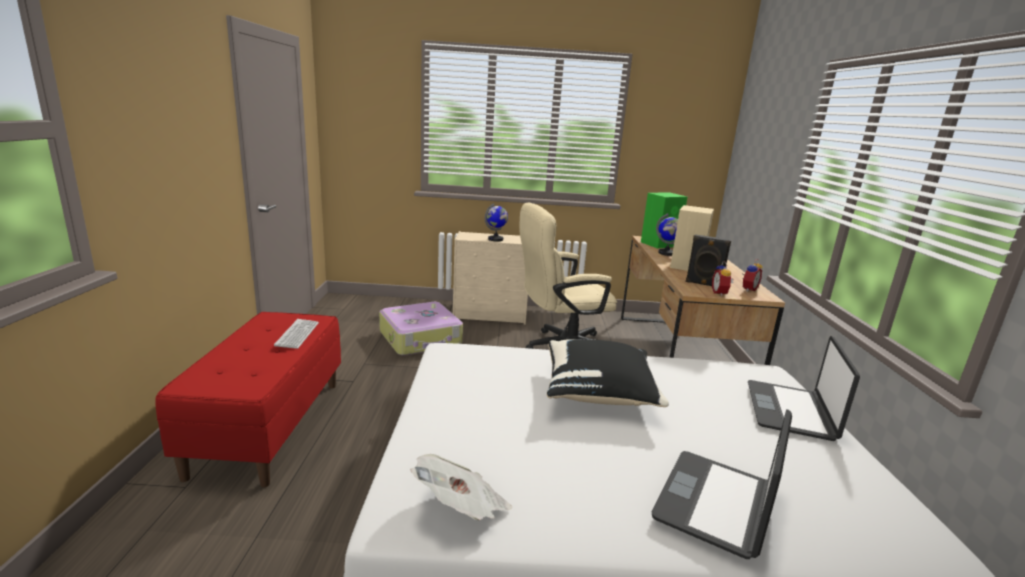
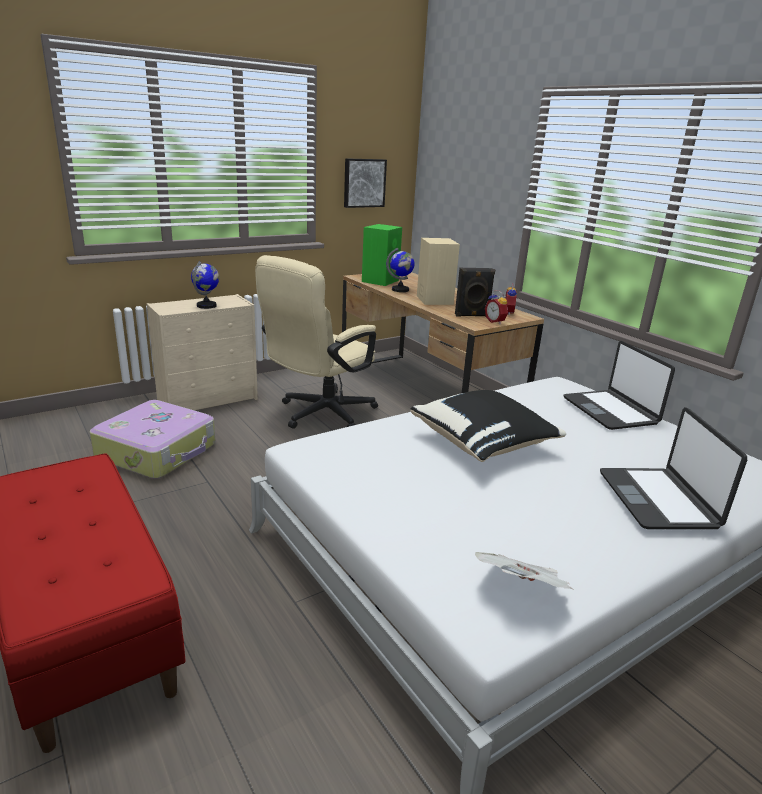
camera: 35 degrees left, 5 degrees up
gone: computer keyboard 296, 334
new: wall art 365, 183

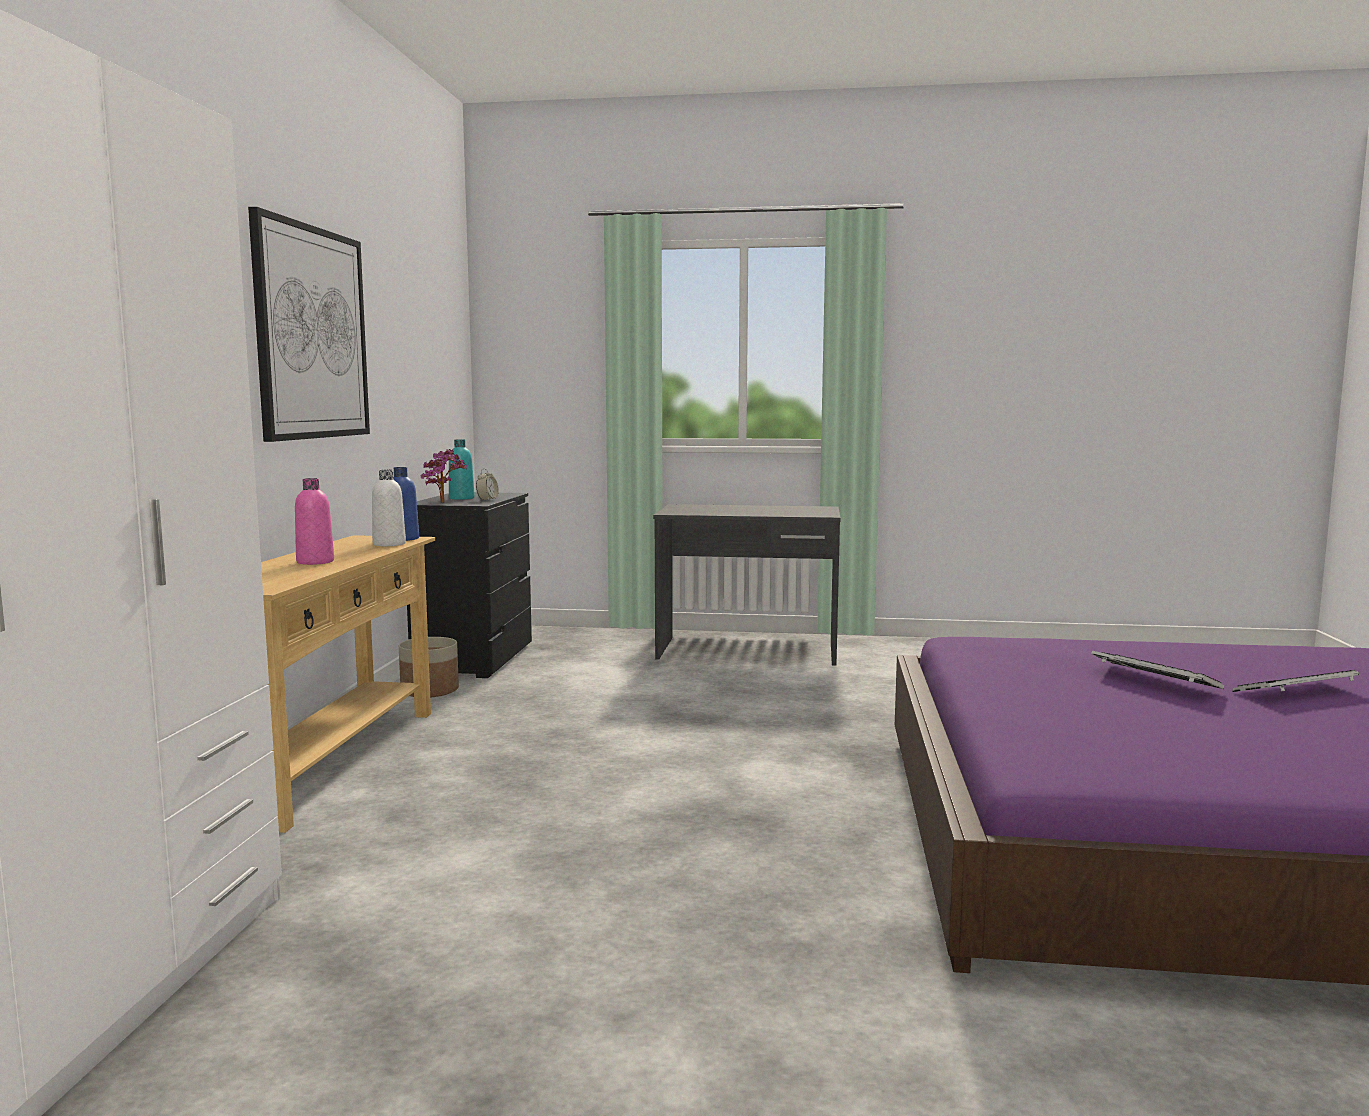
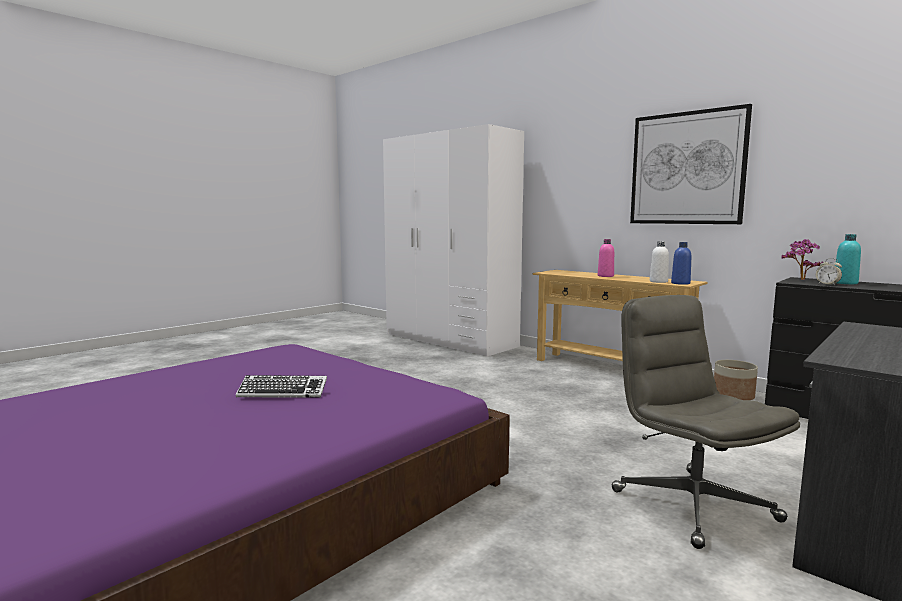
camera: 125 degrees right, 0 degrees up
gone: computer keyboard 1295, 681
new: gray computer chair 705, 422

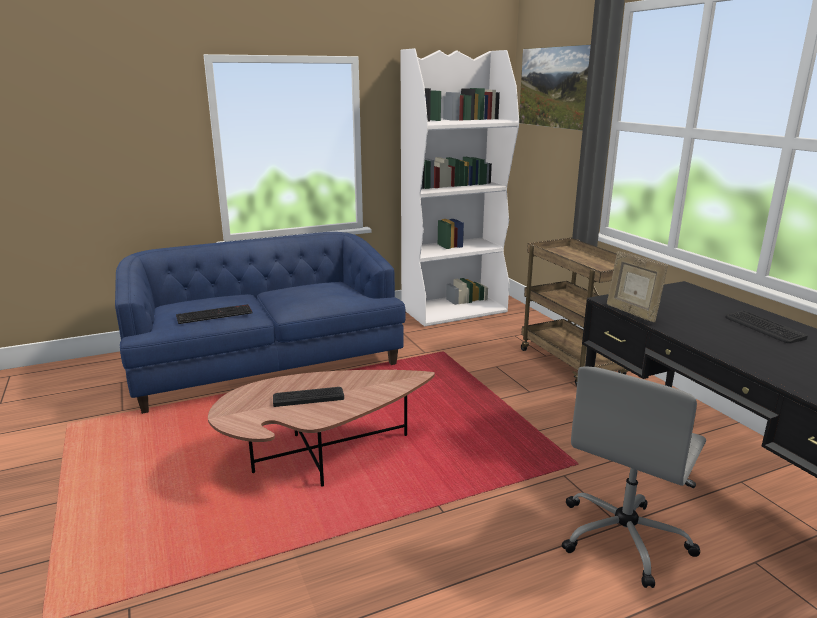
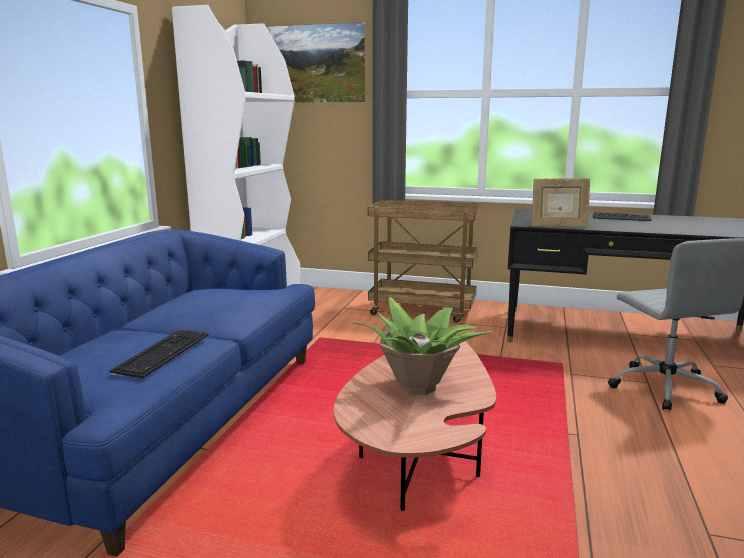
camera: 50 degrees left, 5 degrees down
swapped: computer keyboard 308, 397 to houseplant 422, 346

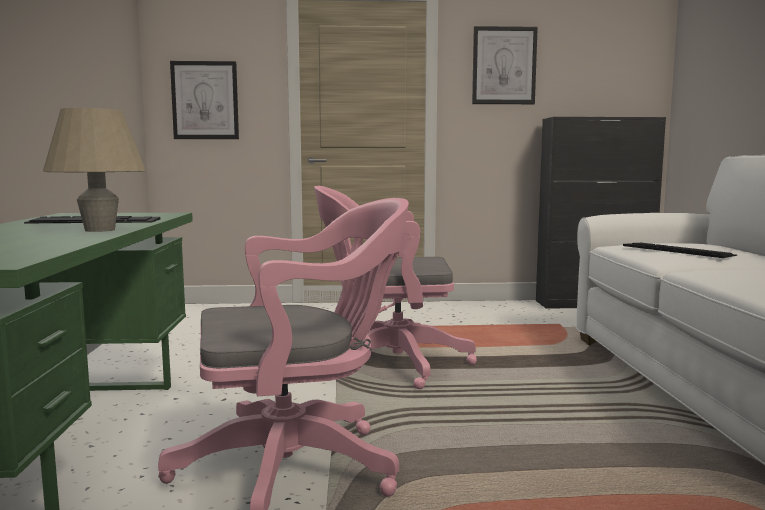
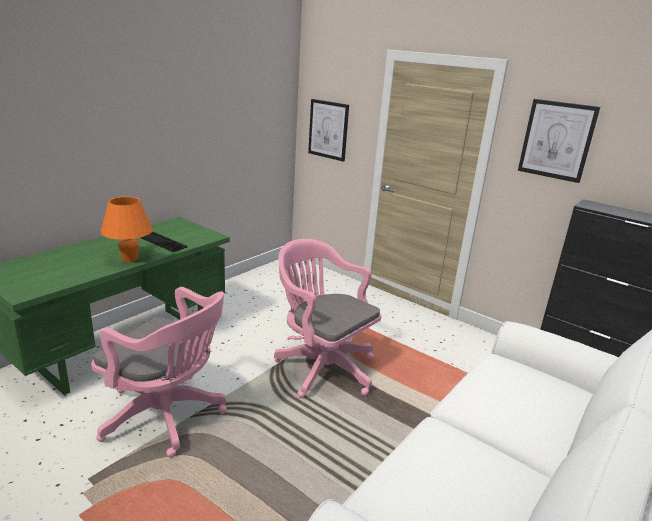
camera: 40 degrees right, 15 degrees up
gone: computer keyboard 680, 250
repainted: beige table lamp 94, 170 to orangey table lamp 127, 229

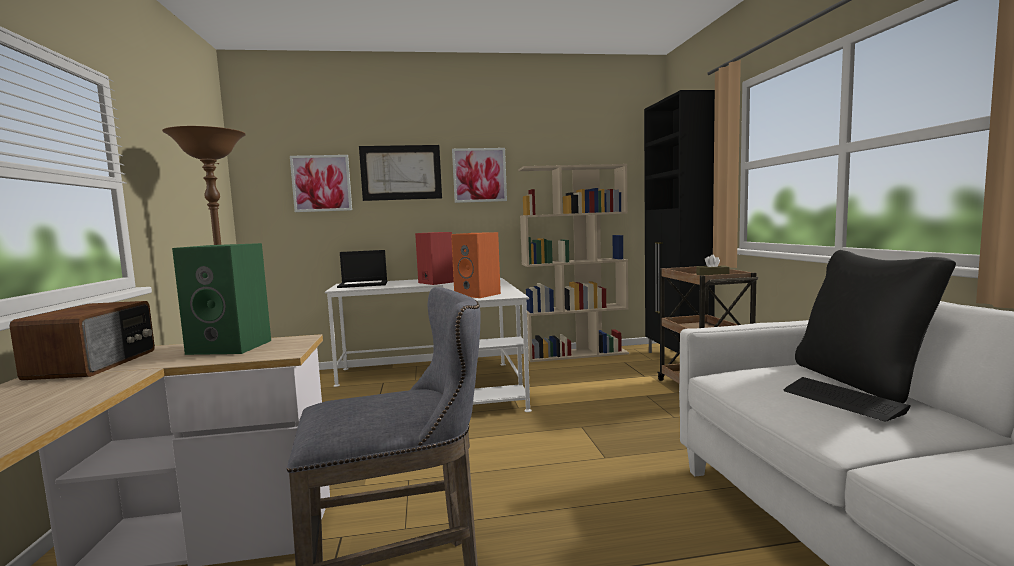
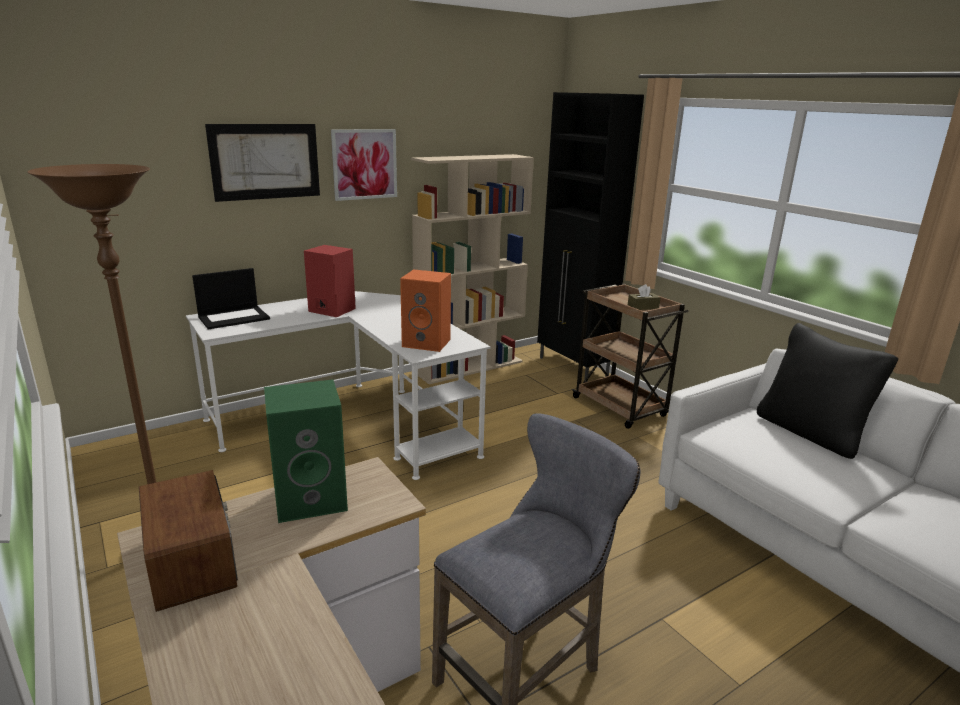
camera: 25 degrees left, 15 degrees up
gone: wall art 321, 183; computer keyboard 847, 399

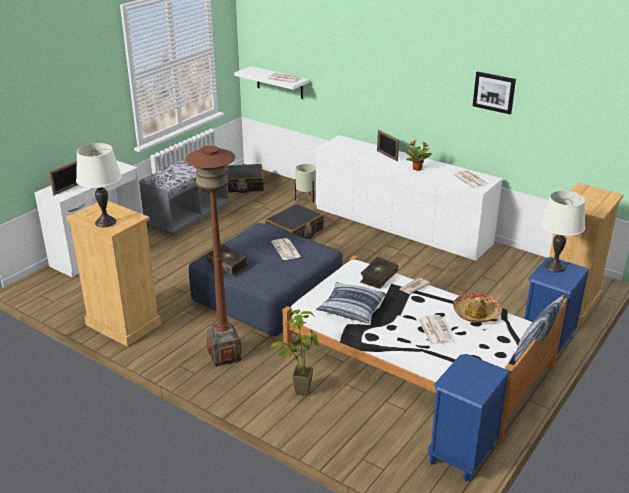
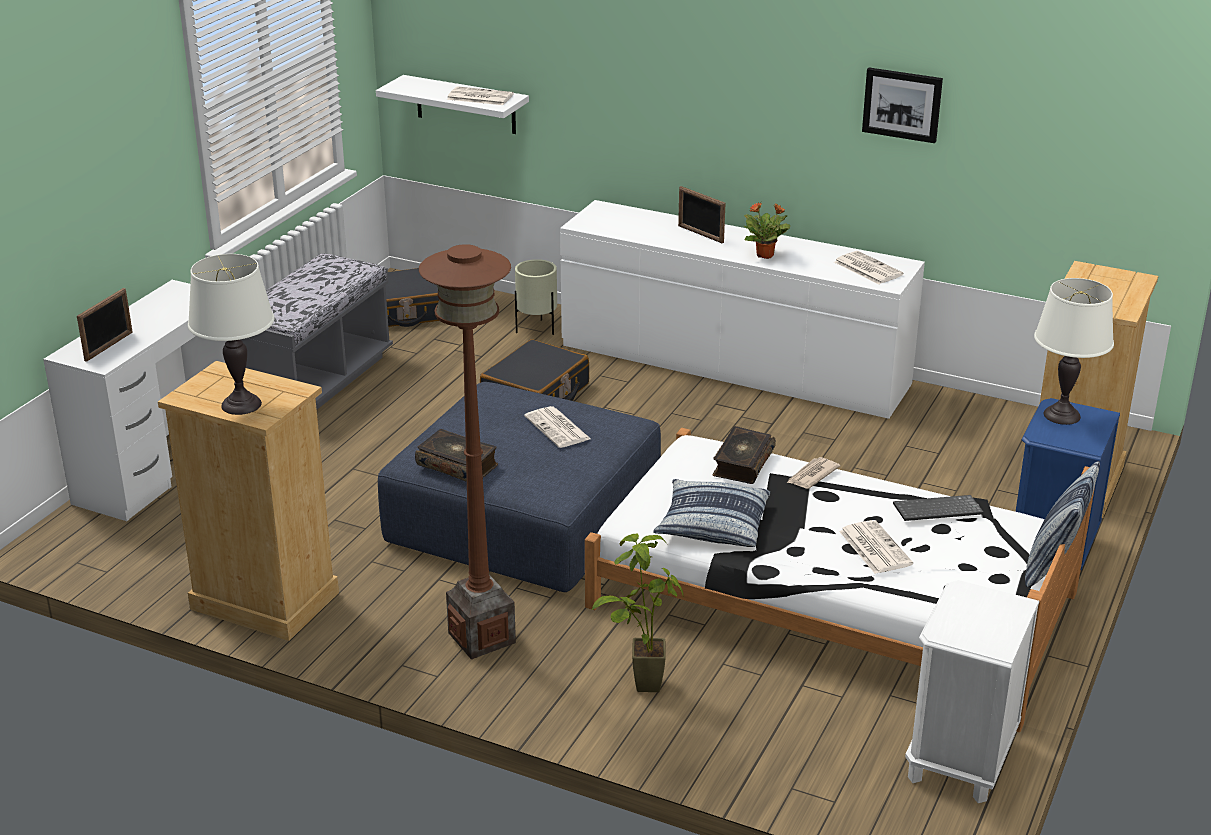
camera: 10 degrees left, 0 degrees up
swapped: wearable hat 477, 308 to computer keyboard 938, 508
repainted: blue-coloured bedside table 469, 417 to white bedside table 972, 691

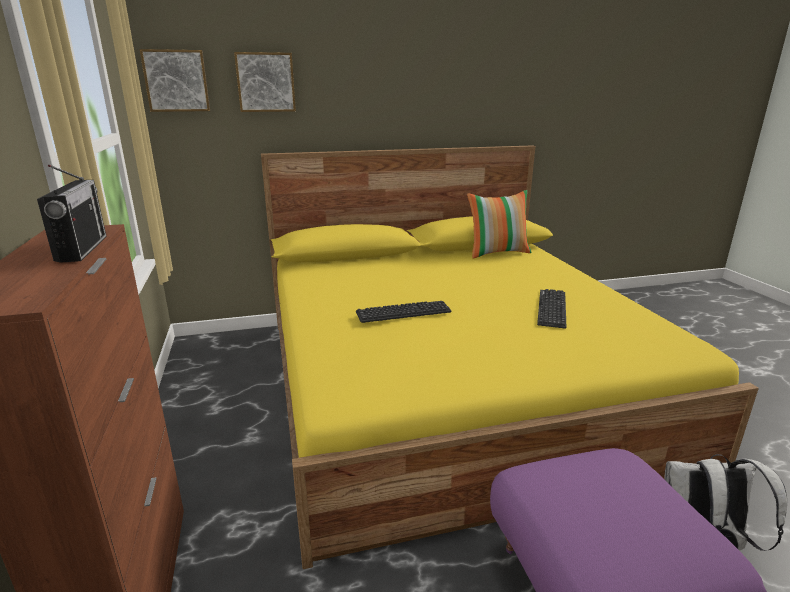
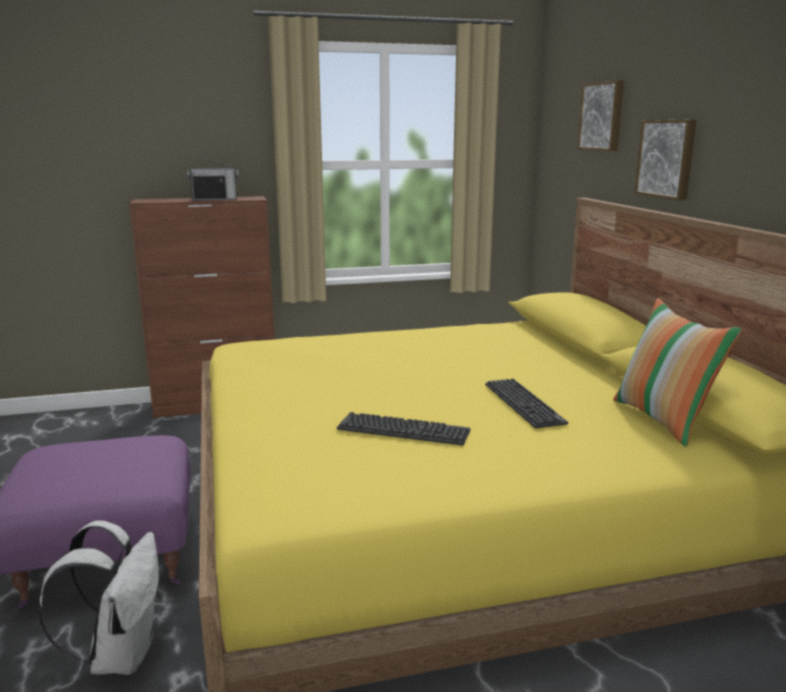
camera: 90 degrees right, 5 degrees down
shifted: computer keyboard 404, 312 to 526, 403; wall art 175, 80 to 665, 160

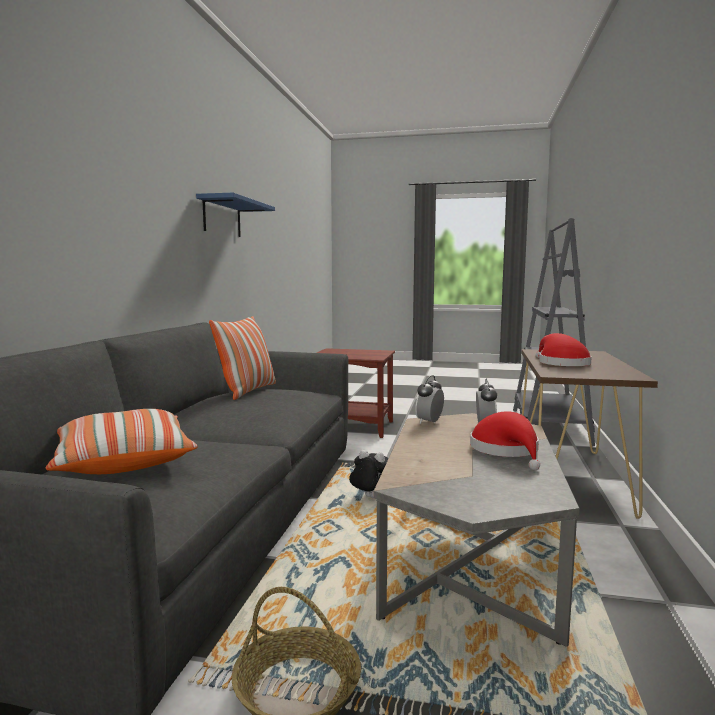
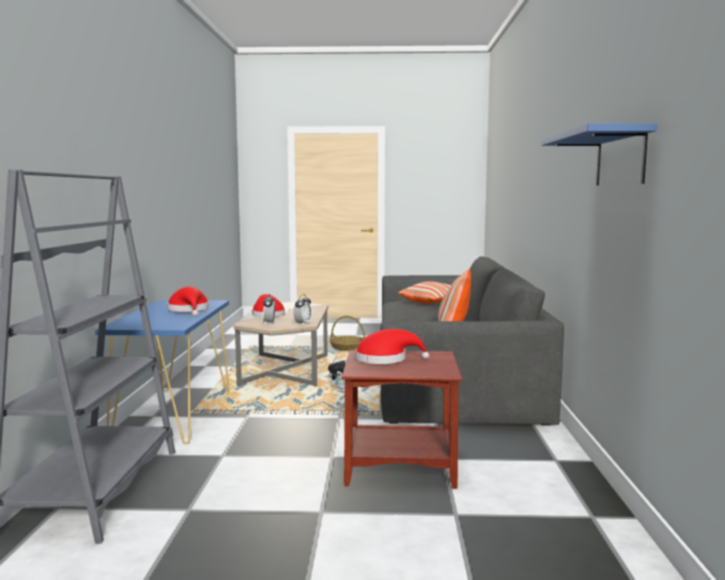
camera: 170 degrees right, 0 degrees up
new: red wearable hat 392, 346
repainted: brown narrow table 590, 434 to blue-coloured narrow table 162, 372

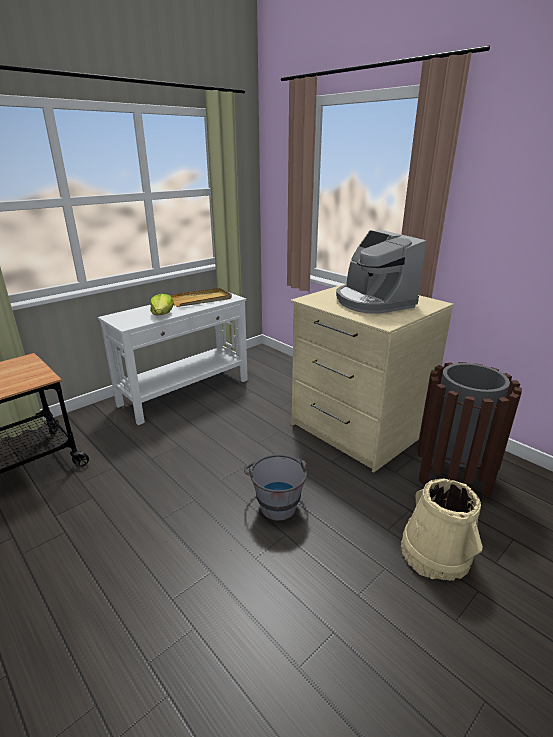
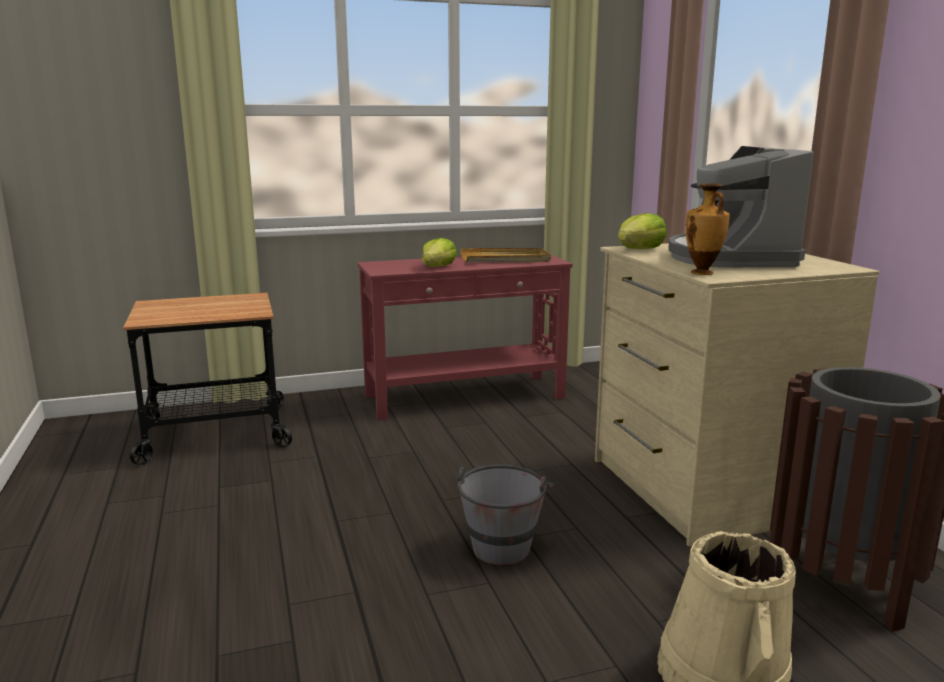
camera: 25 degrees right, 10 degrees down
new: head of lettuce 642, 231; vase 708, 229
repainted: white narrow table 173, 358 to red narrow table 465, 337

